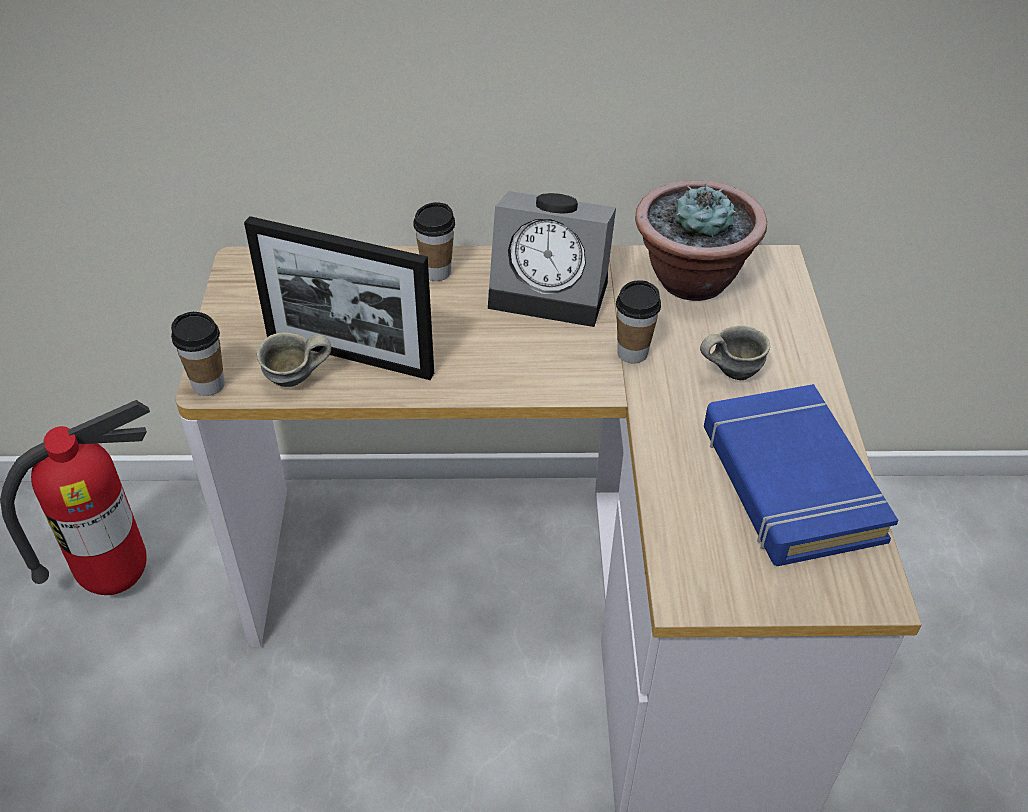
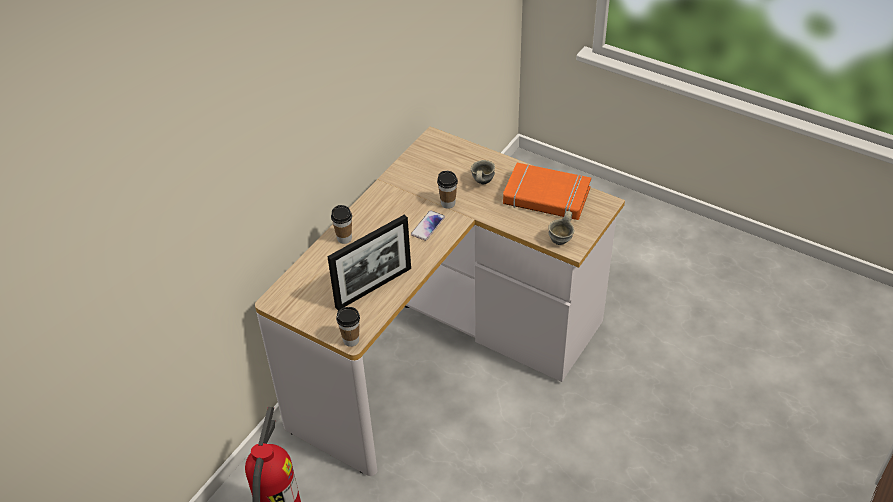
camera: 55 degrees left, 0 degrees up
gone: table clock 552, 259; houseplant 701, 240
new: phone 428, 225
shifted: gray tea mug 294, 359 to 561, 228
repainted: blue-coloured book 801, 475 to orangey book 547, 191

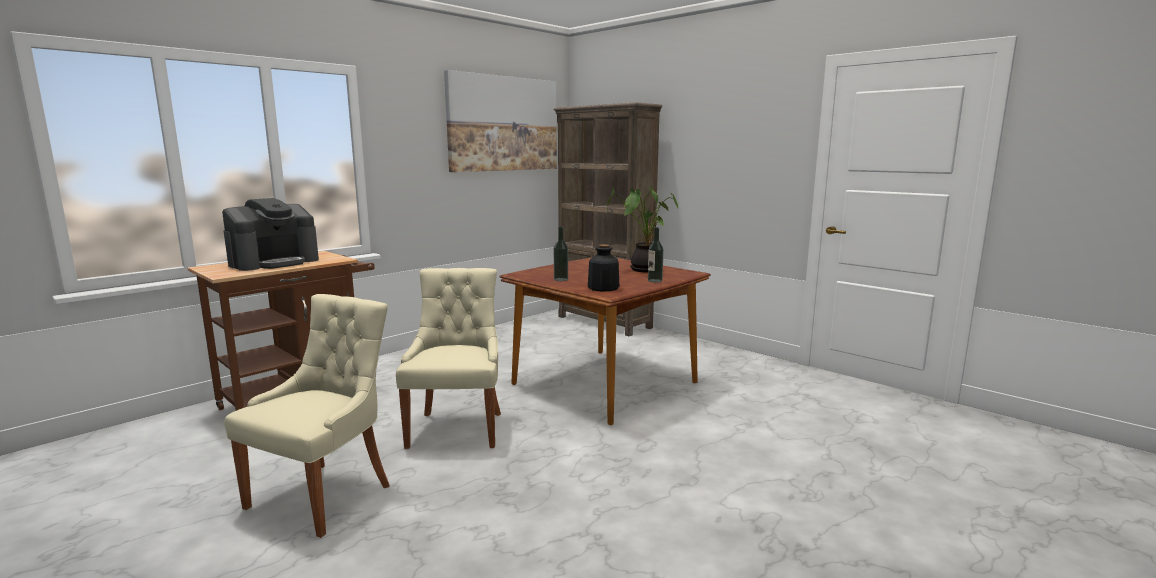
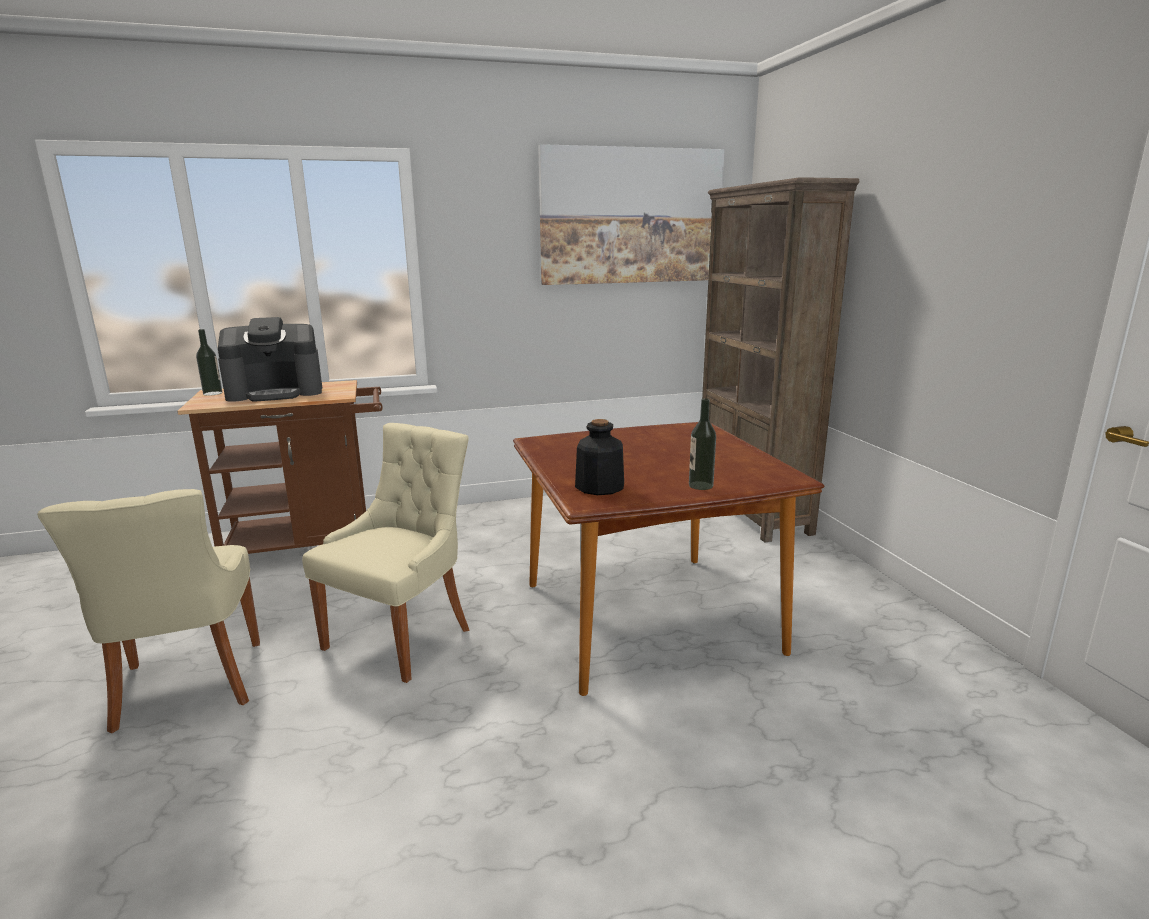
camera: 30 degrees right, 5 degrees up
gone: houseplant 642, 229
shifted: drink bottle 561, 253 to 209, 362
rotated: beige plain chair 307, 416 = 148, 611 105 degrees clockwise

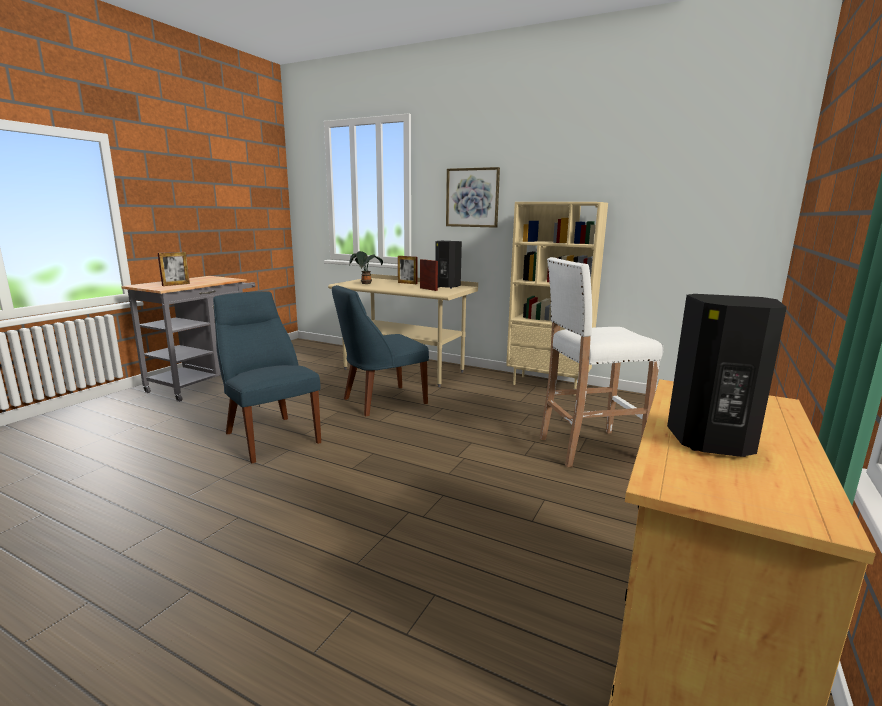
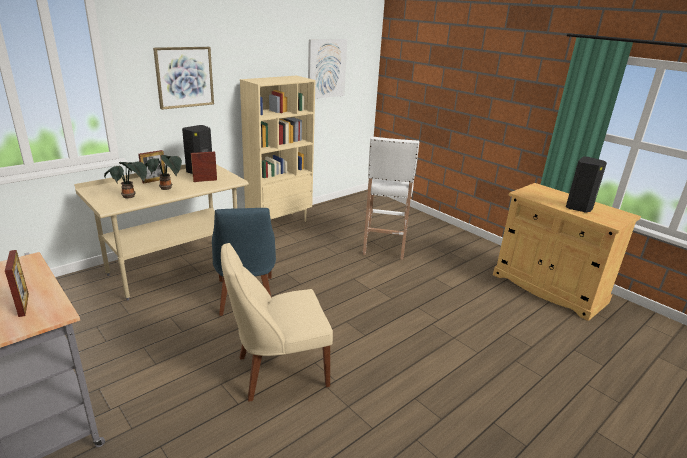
camera: 70 degrees left, 10 degrees up
new: houseplant 163, 172; wall art 327, 69
repainted: blue-coloured plain chair 267, 377 to beige plain chair 277, 322

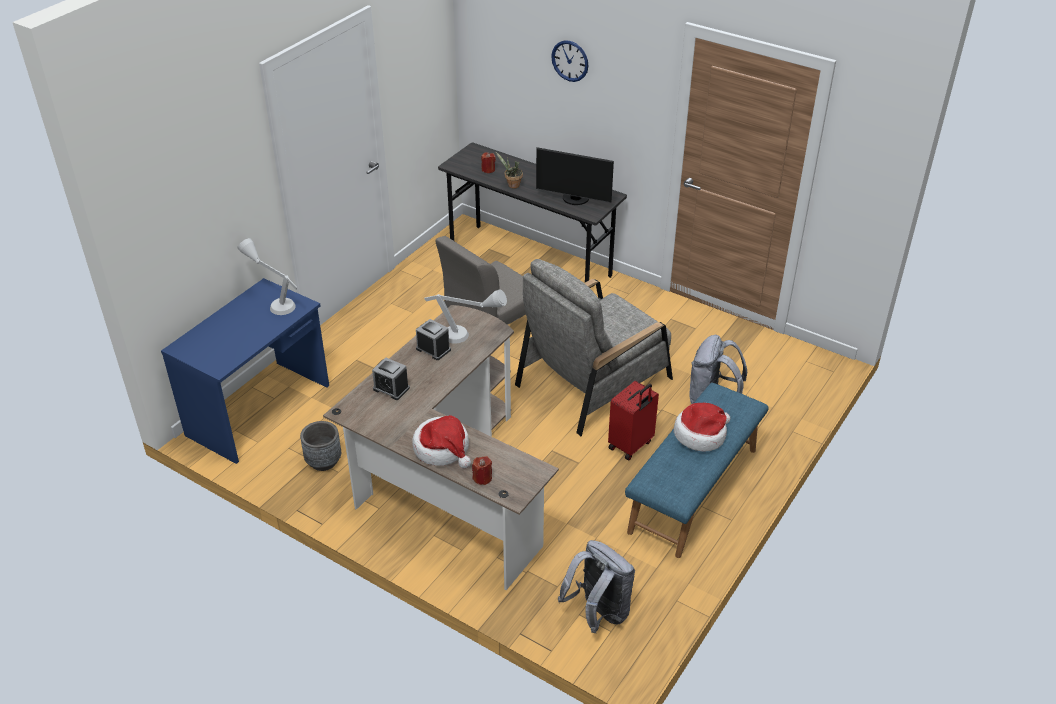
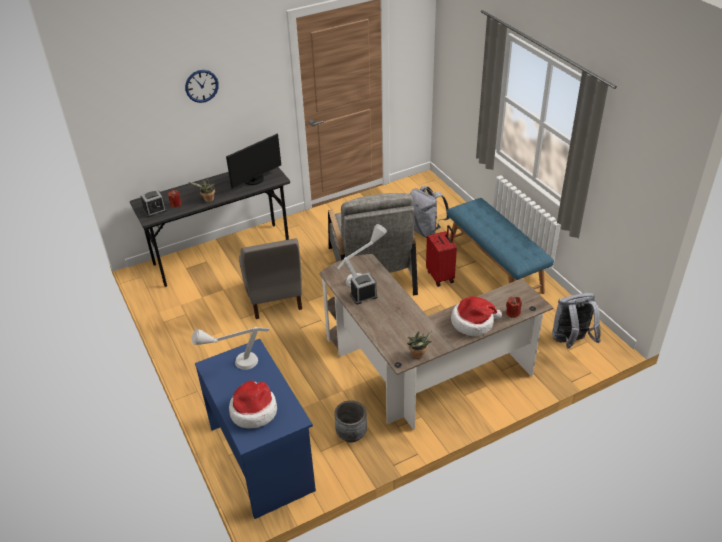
camera: 60 degrees left, 0 degrees up
new: houseplant 419, 345
shifted: table clock 391, 378 to 154, 204; wearable hat 702, 427 to 253, 405

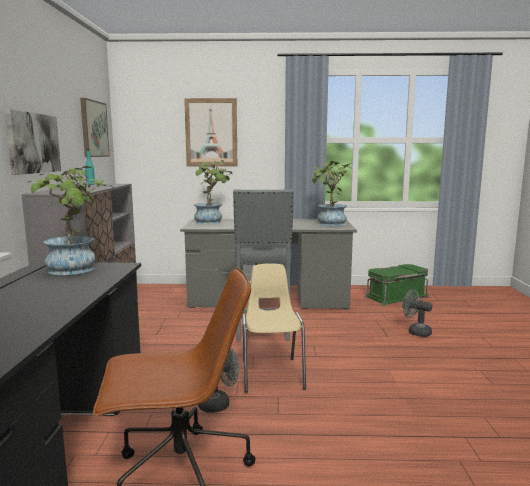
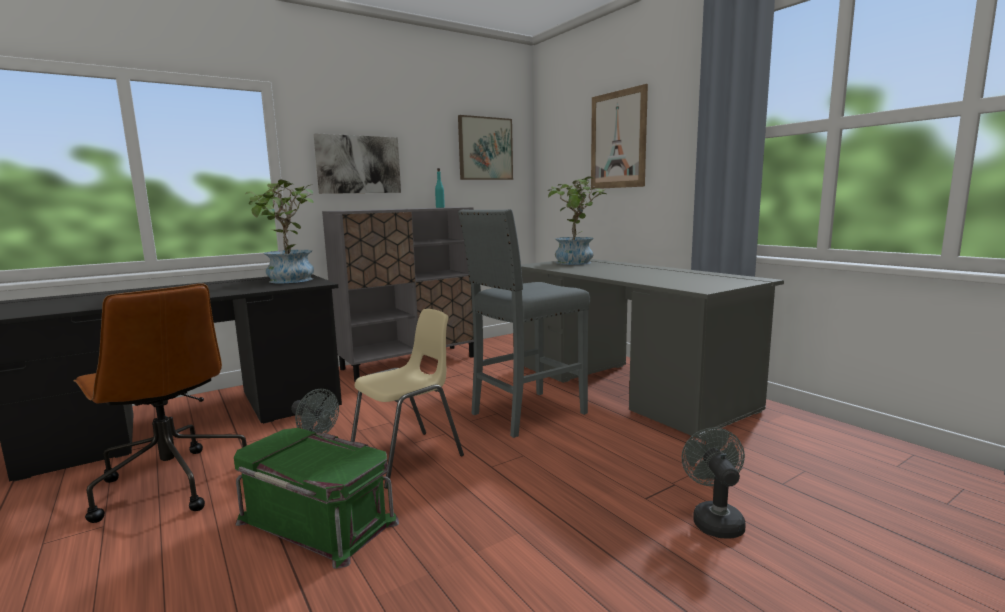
camera: 55 degrees right, 0 degrees up
gone: houseplant 332, 193
shifted: green storage box 397, 285 to 316, 498

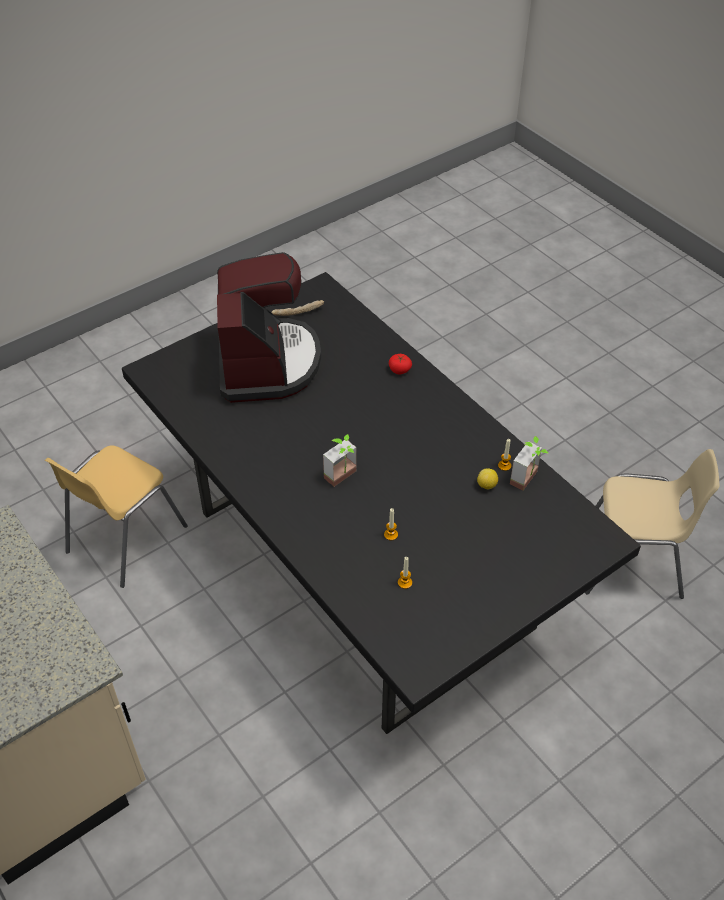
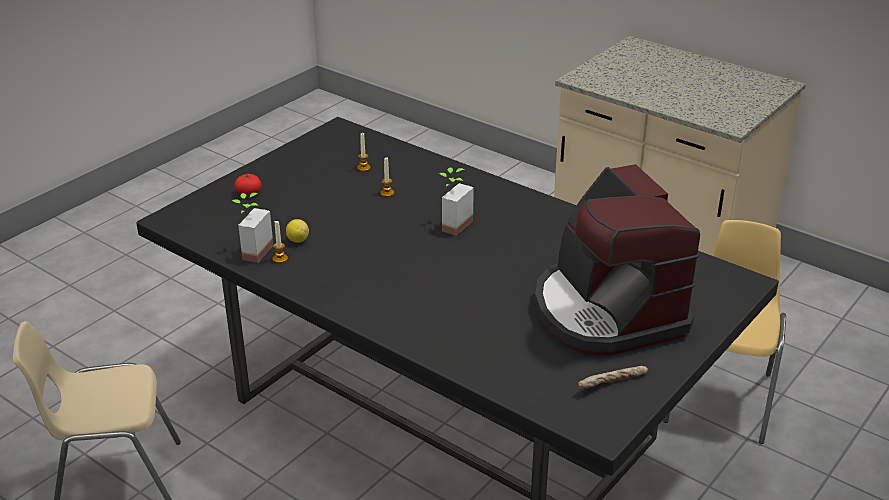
camera: 165 degrees right, 15 degrees down
shifted: fresh tomato 400, 364 to 248, 185

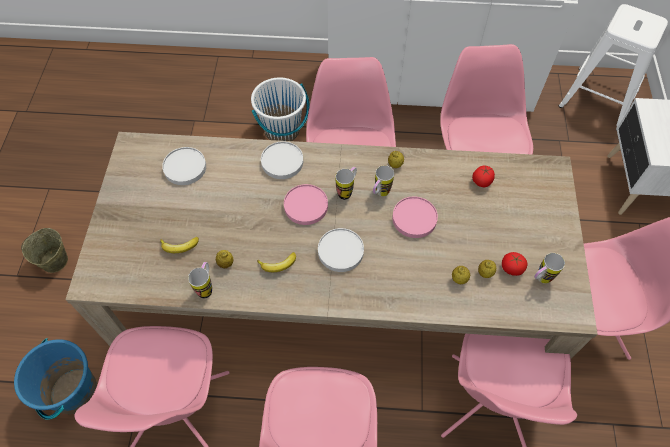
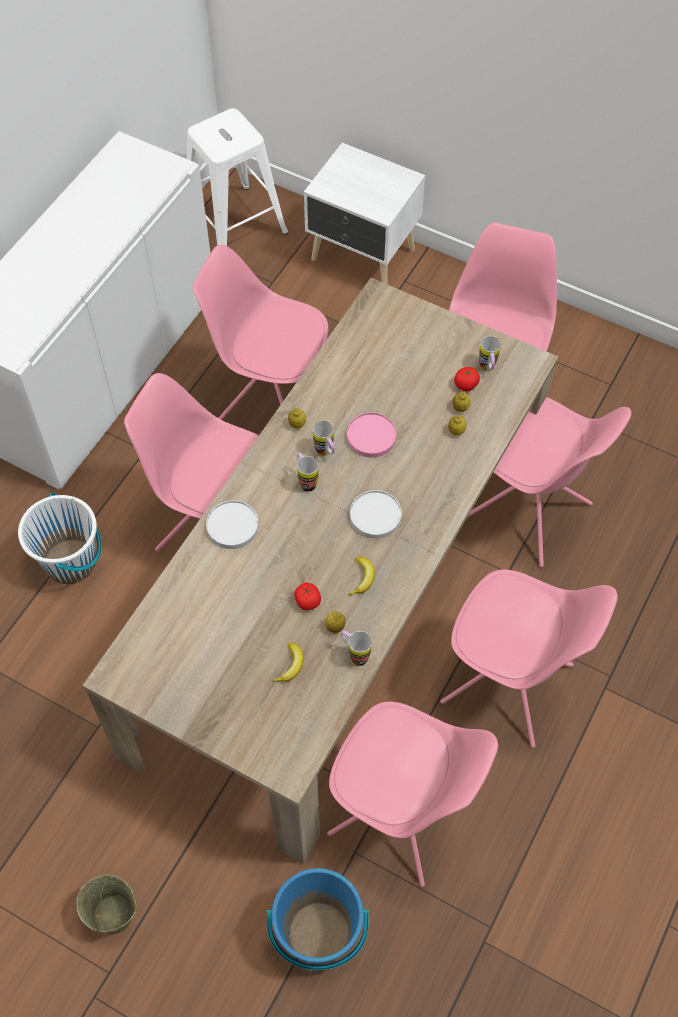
camera: 65 degrees left, 0 degrees up
gone: white flat dish 184, 166; pink-coloured flat dish 306, 204
shifted: fresh tomato 483, 176 to 307, 596

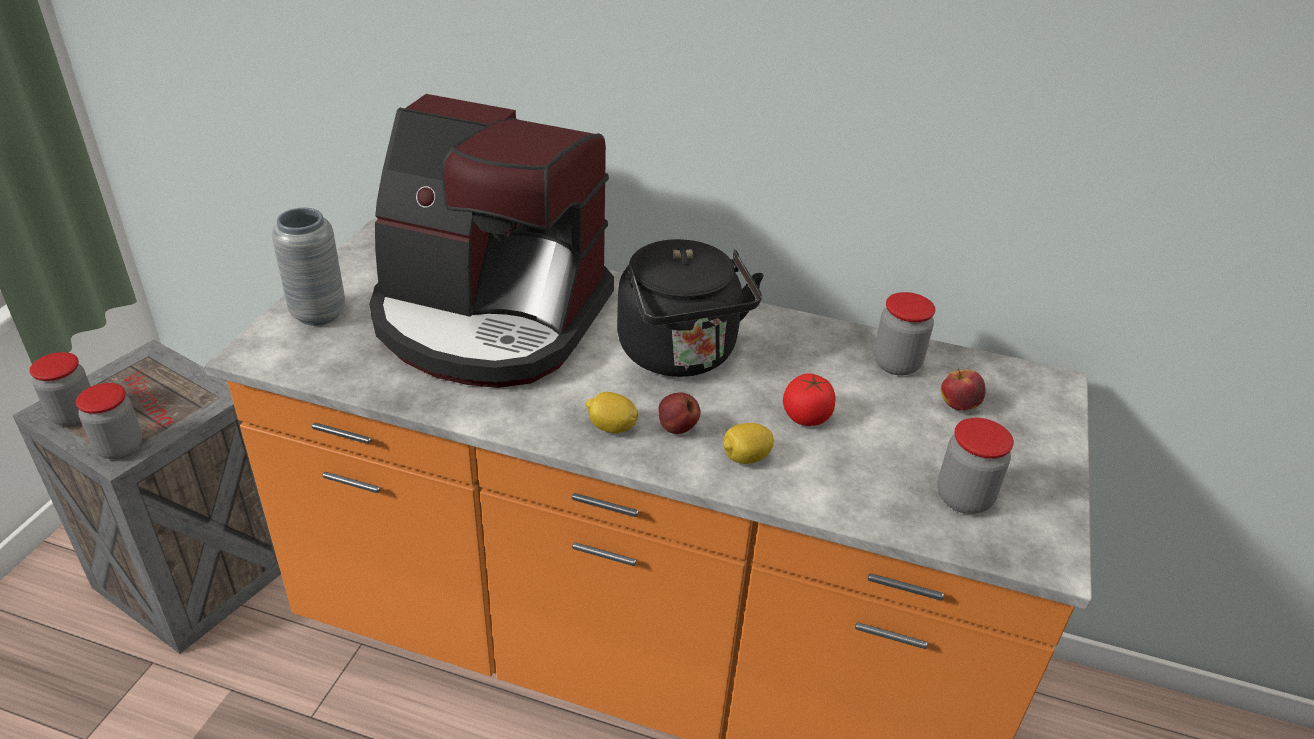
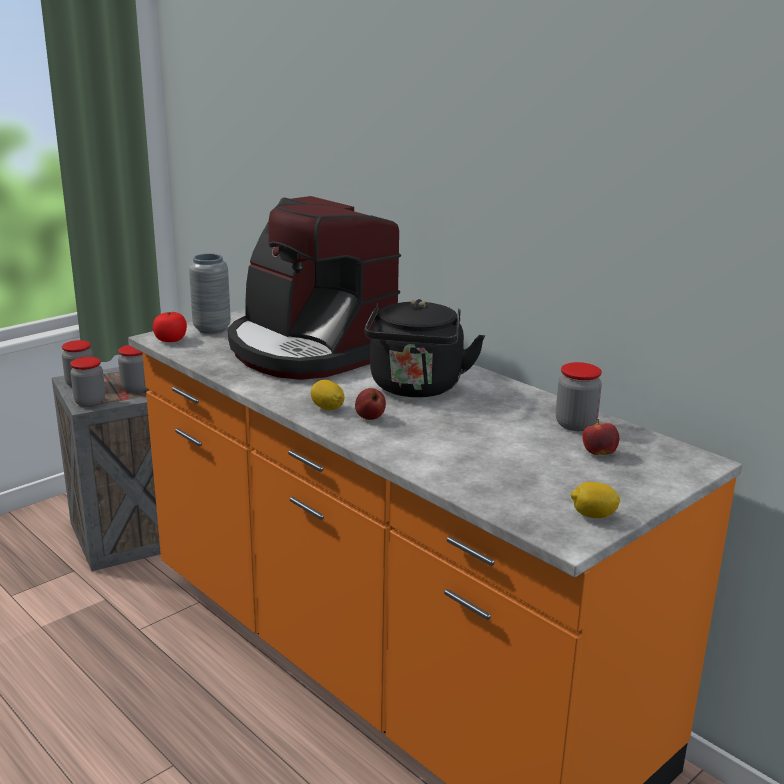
camera: 30 degrees right, 15 degrees down
shifted: jar 975, 466 to 132, 369; fresh tomato 809, 399 to 170, 327; whole lemon 748, 443 to 595, 500

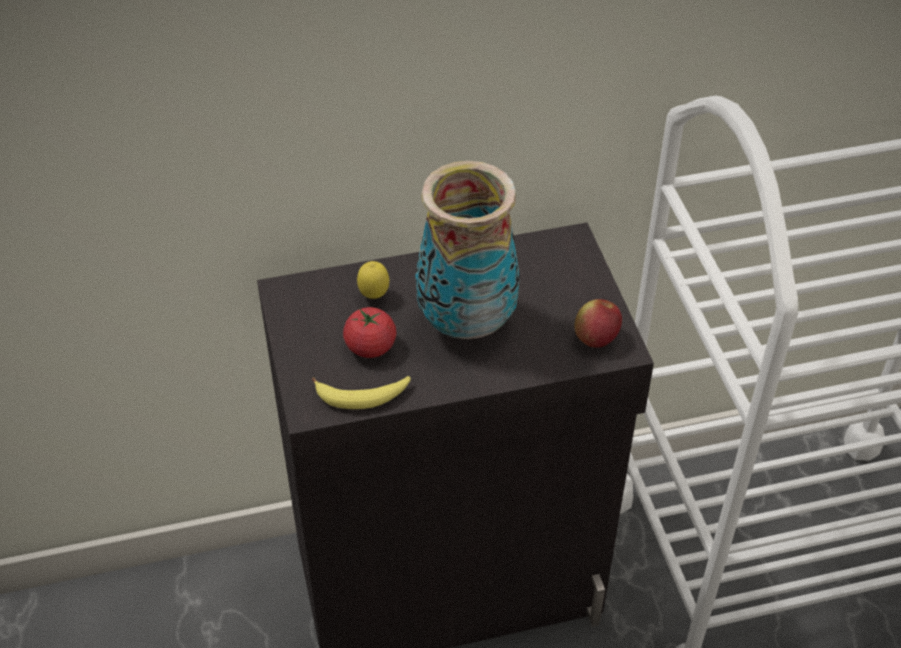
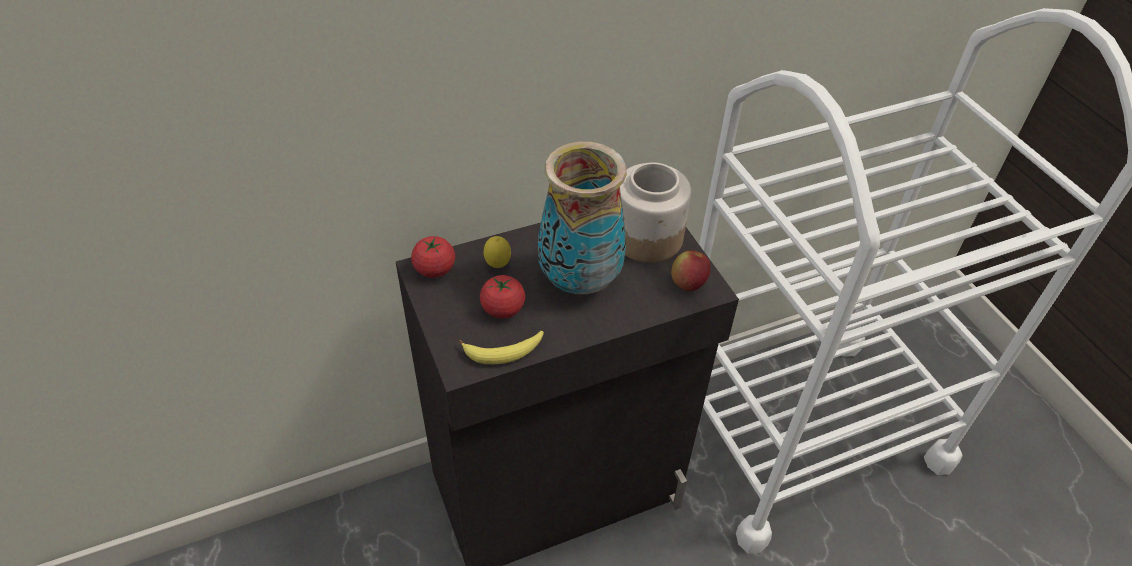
camera: 10 degrees left, 0 degrees up
new: fresh tomato 433, 257; jar 655, 212

